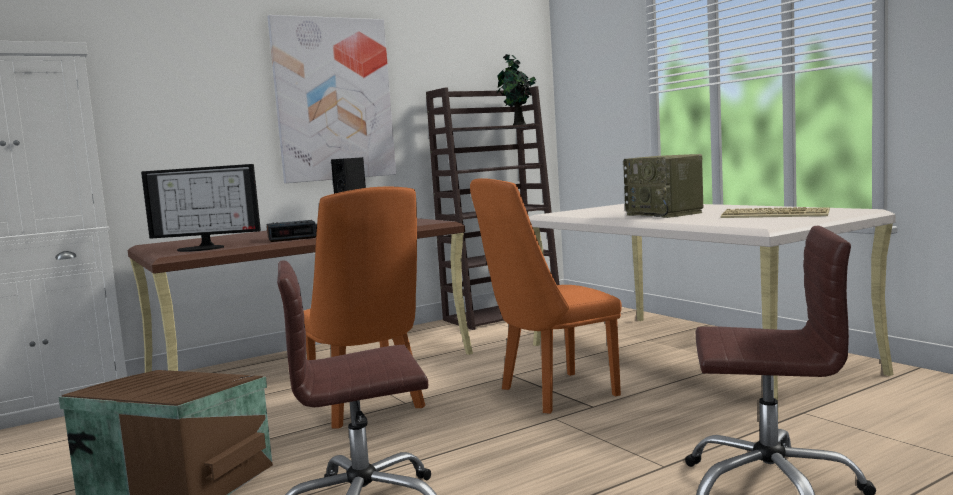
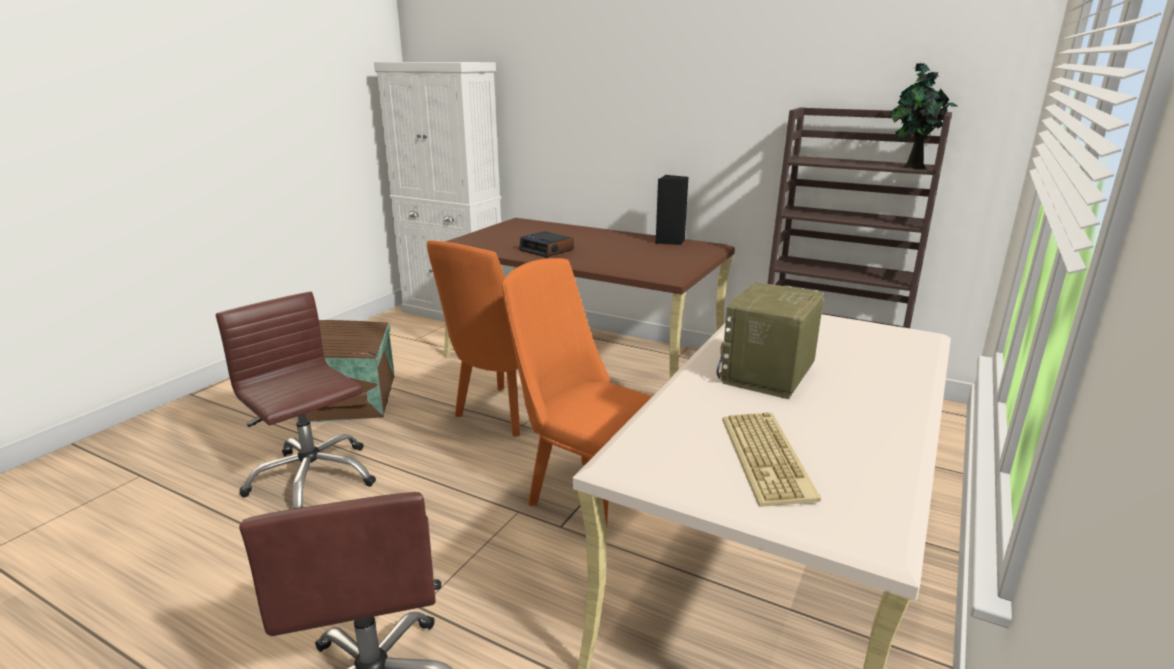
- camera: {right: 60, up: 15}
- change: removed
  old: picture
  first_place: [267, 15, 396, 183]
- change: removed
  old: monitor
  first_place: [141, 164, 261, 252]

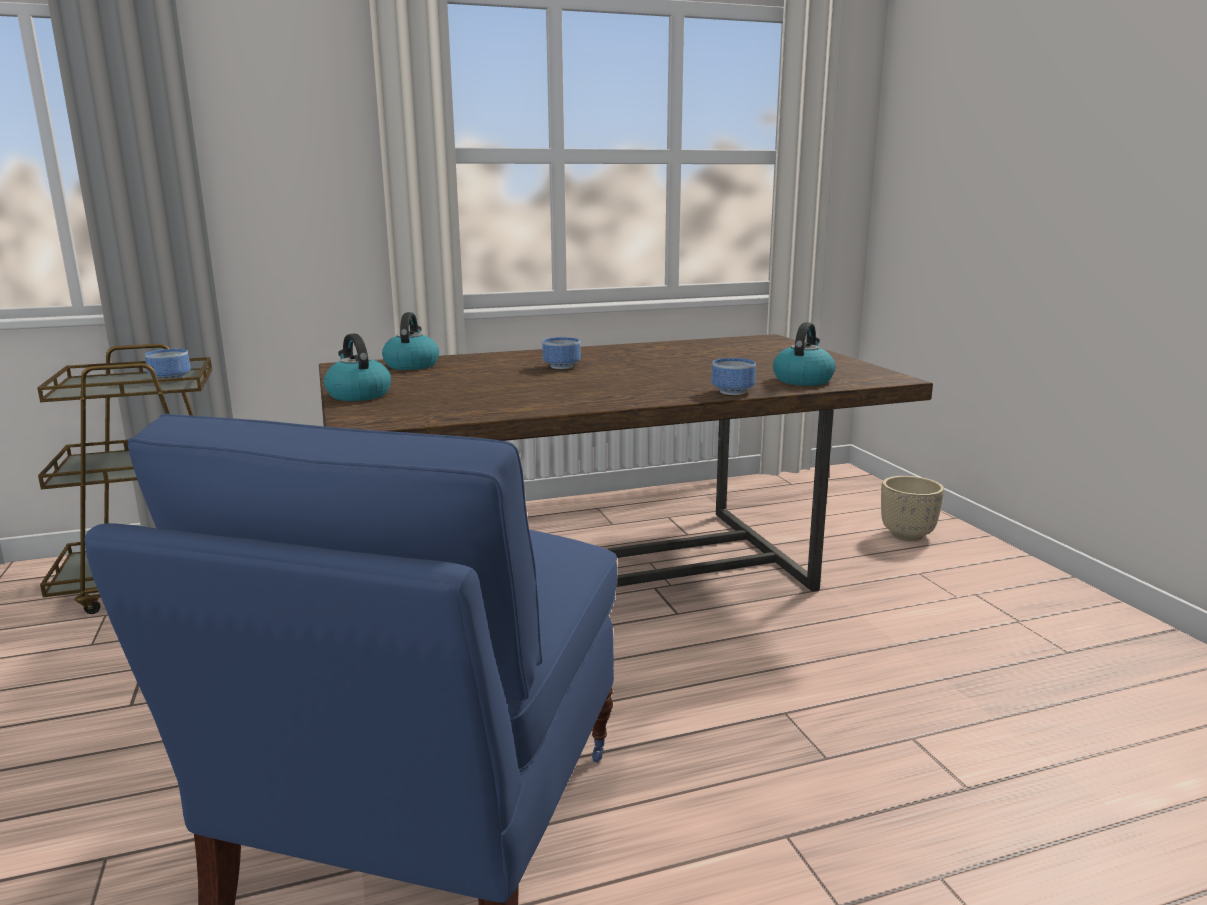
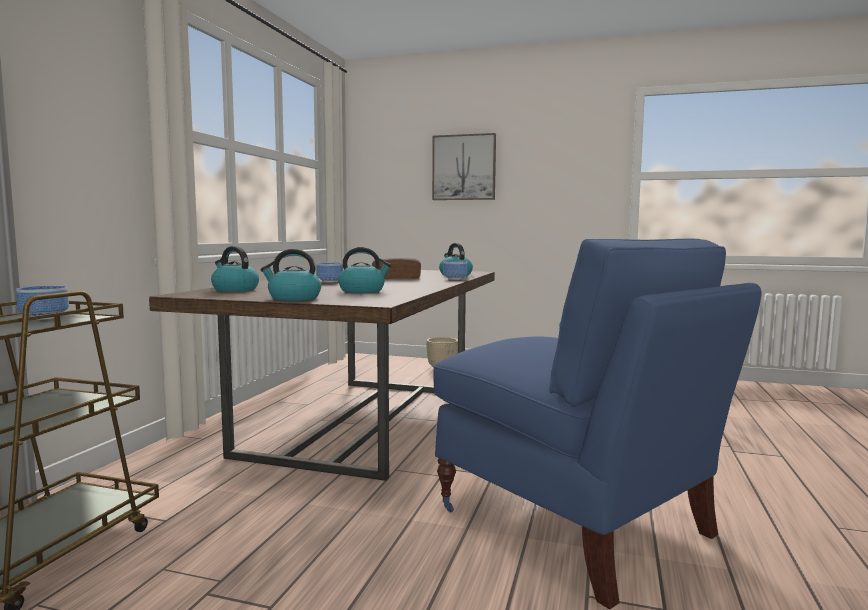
- camera: {right: -55, up: -10}
- change: added
  new: picture
  second_place: [432, 133, 496, 200]
- change: added
  new: kettle
  second_place: [338, 247, 391, 293]
- change: added
  new: bread
  second_place: [372, 257, 421, 279]

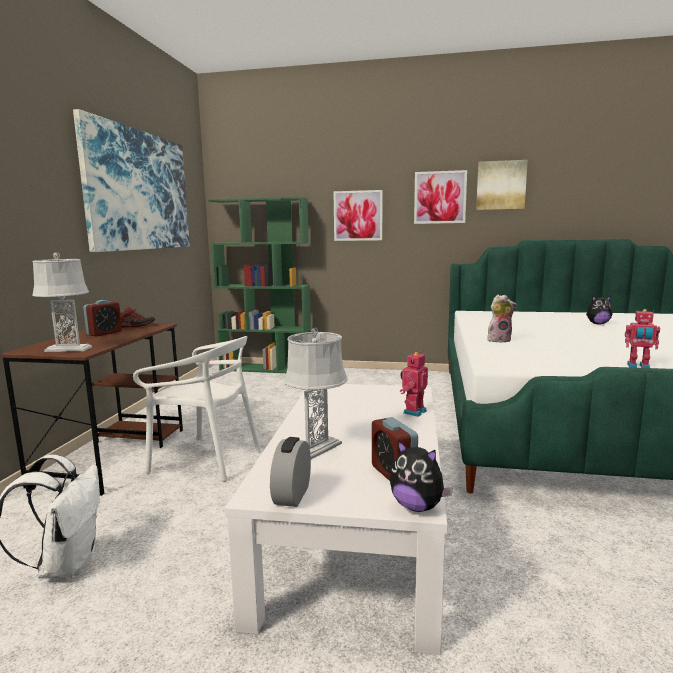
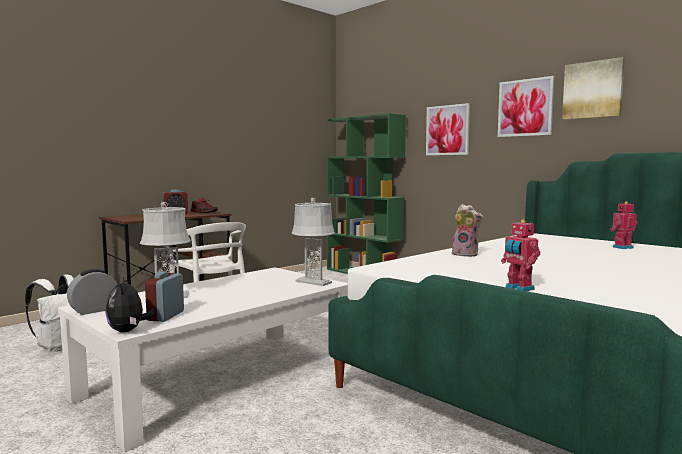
- camera: {right: 35, up: -5}
- change: removed
  old: picture
  first_place: [73, 109, 190, 252]
- change: moved
  old: table lamp (grey)
  first_place: [32, 253, 92, 352]
  second_place: [292, 198, 335, 286]
- change: removed
  old: plush toy
  first_place: [586, 295, 613, 325]
- change: moved
  old: toy robot
  first_place: [400, 352, 428, 417]
  second_place: [610, 201, 637, 249]

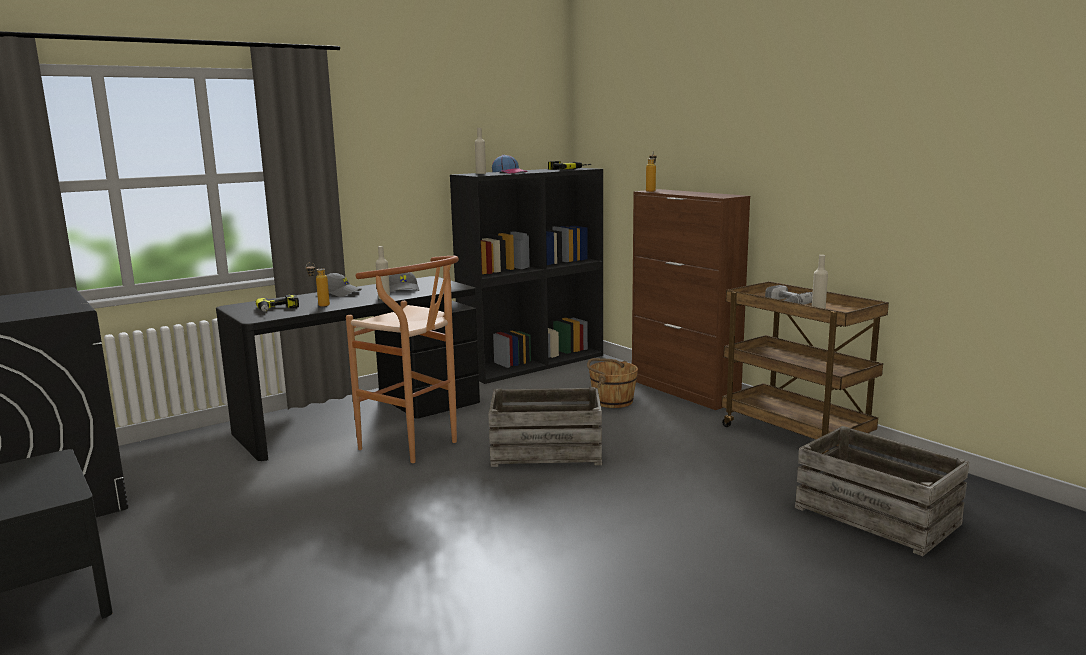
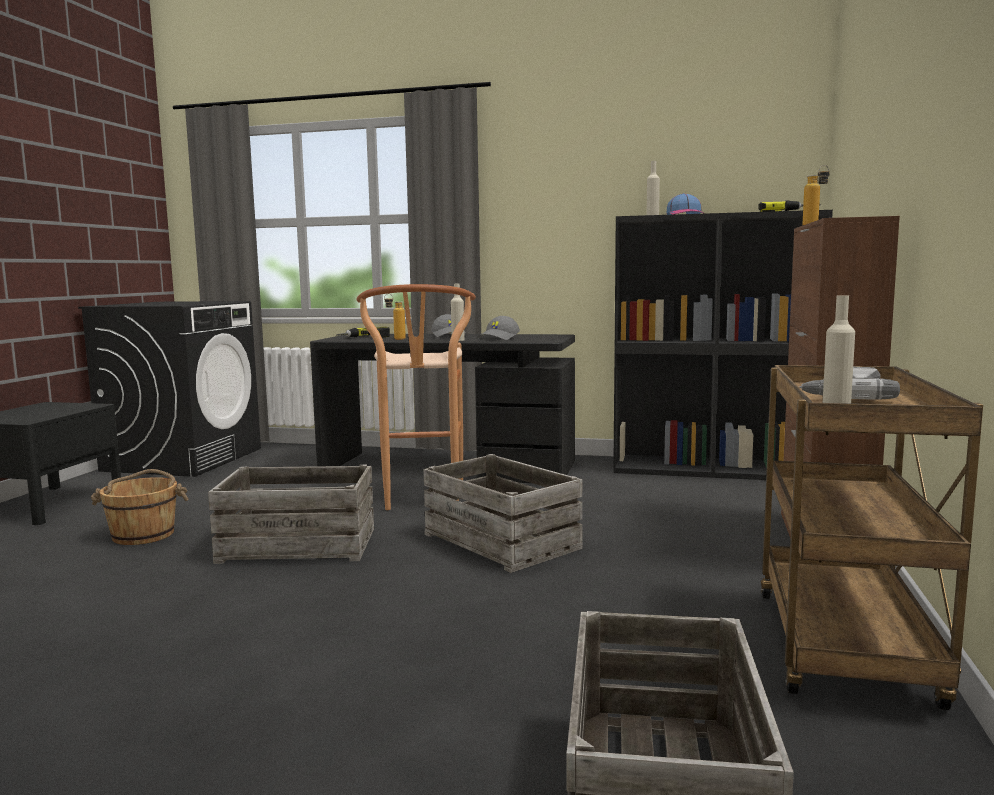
- camera: {right: 50, up: -5}
- change: moved
  old: bucket (brown)
  first_place: [587, 358, 638, 408]
  second_place: [91, 469, 189, 545]
- change: added
  new: crate
  second_place: [208, 465, 374, 564]

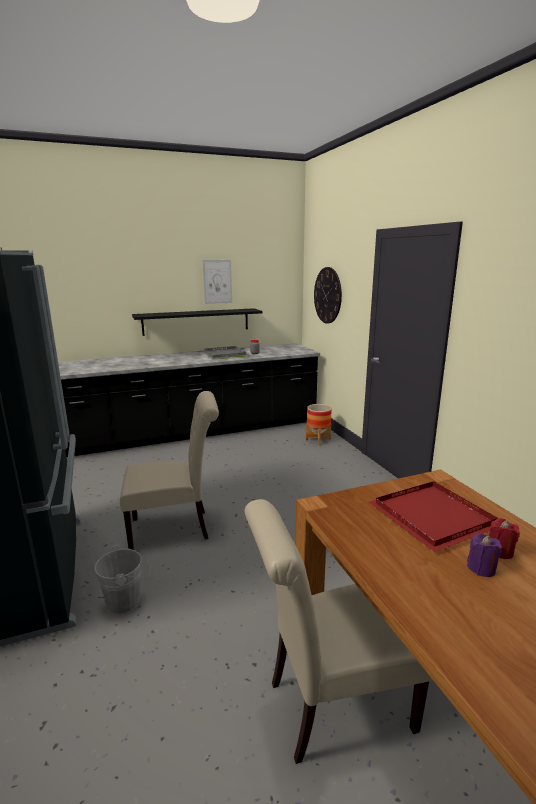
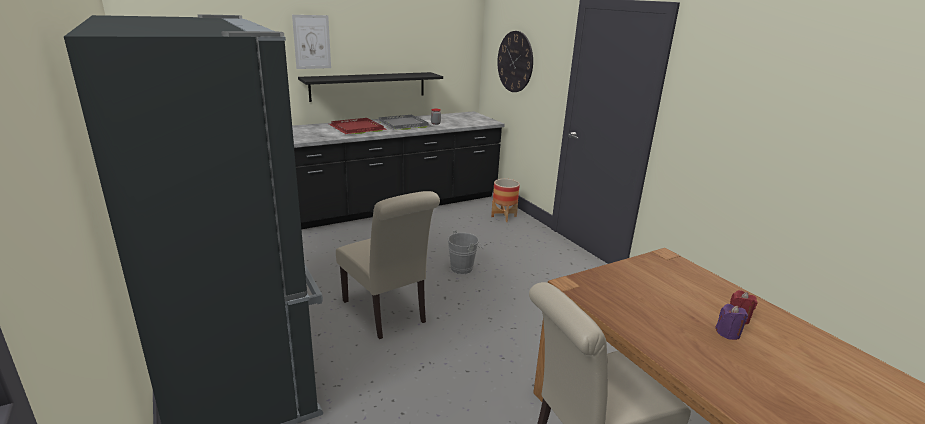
- camera: {right: -10, up: 5}
- change: moved
  old: picture
  first_place: [202, 260, 232, 304]
  second_place: [292, 15, 331, 69]
- change: turned
  old: chair (beige)
  first_place: [120, 391, 219, 550]
  second_place: [336, 191, 440, 339]
  degrees: 75
- change: moved
  old: tray (red)
  first_place: [369, 481, 498, 552]
  second_place: [329, 118, 386, 134]
- change: moved
  old: bucket (grey)
  first_place: [94, 545, 151, 614]
  second_place: [448, 230, 484, 274]

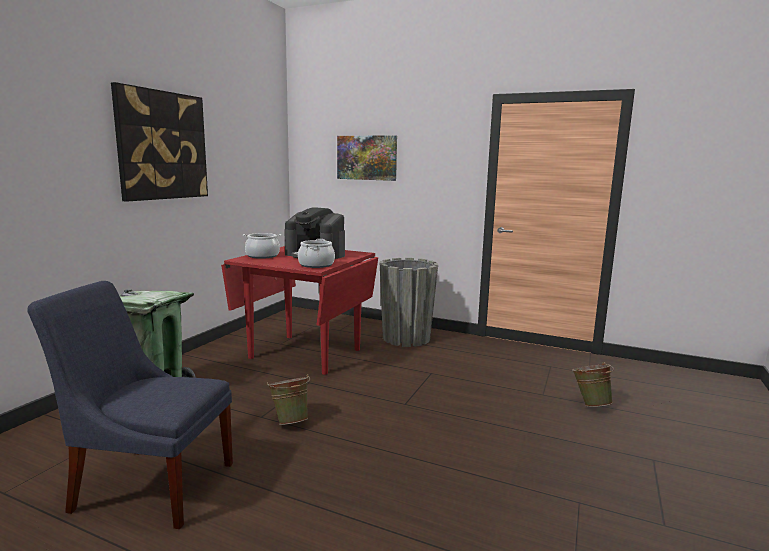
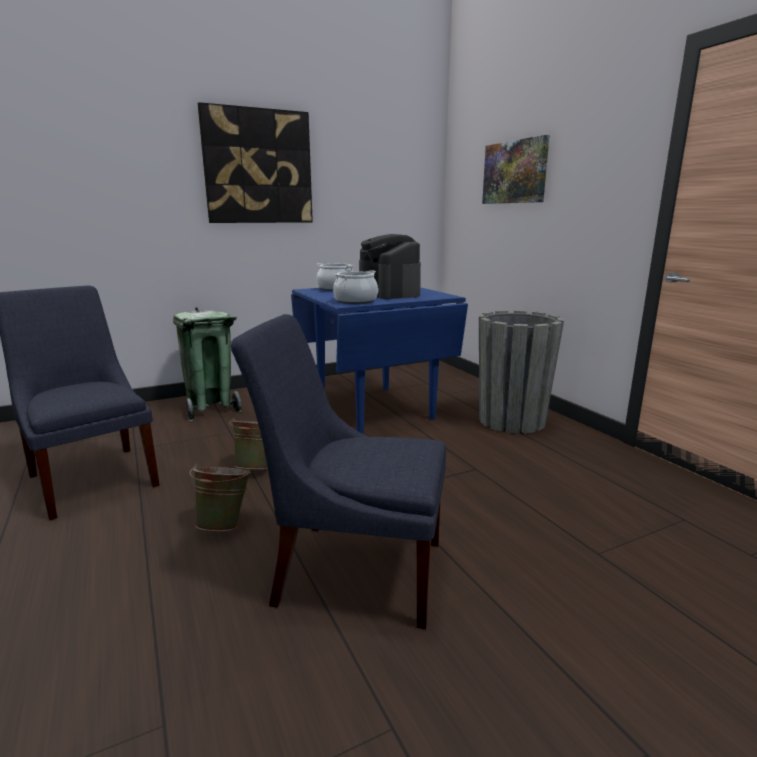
- camera: {right: 40, up: 5}
- change: recoloured
  old: dining table (red)
  new: dining table (blue)
  first_place: [221, 246, 378, 375]
  second_place: [291, 287, 468, 434]
- change: moved
  old: bucket (green)
  first_place: [572, 362, 614, 407]
  second_place: [190, 464, 251, 531]
- change: added
  new: chair (blue)
  second_place: [231, 314, 446, 629]

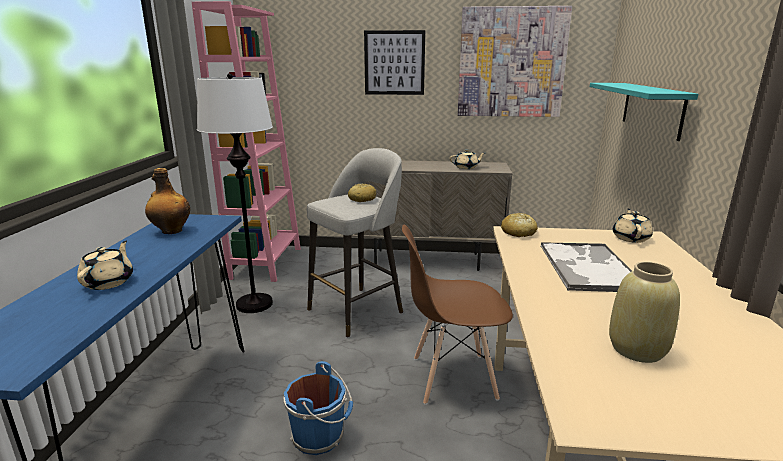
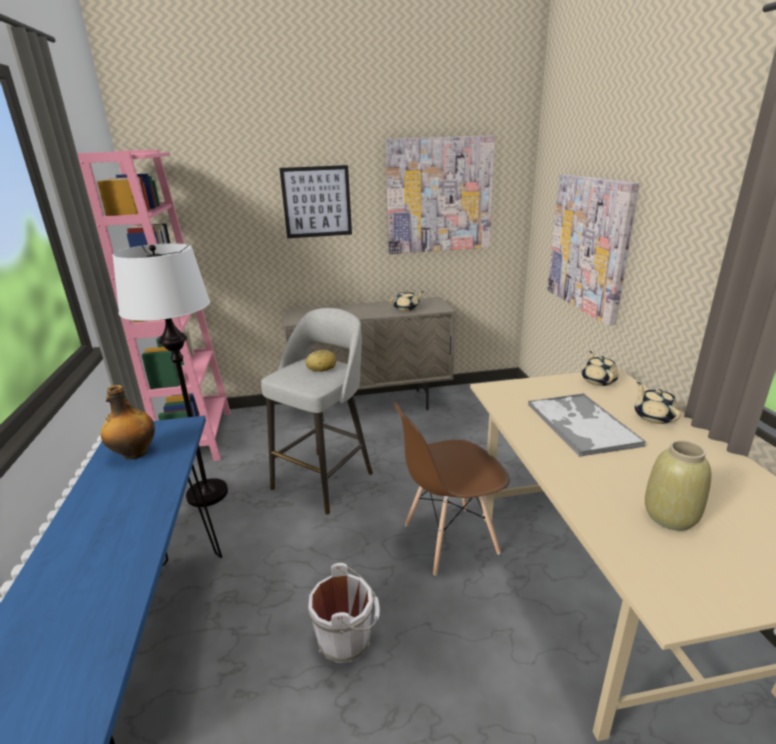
- camera: {right: -15, up: 5}
- change: replaced
  old: shelf (turquoise)
  new: picture
  first_place: [590, 83, 698, 141]
  second_place: [548, 174, 639, 326]
- change: removed
  old: bread
  first_place: [501, 213, 538, 237]
- change: moved
  old: teapot (beige)
  first_place: [77, 241, 133, 290]
  second_place: [635, 382, 681, 424]
- change: recoloured
  old: bucket (blue)
  new: bucket (white)
  first_place: [283, 361, 353, 455]
  second_place: [308, 563, 380, 663]

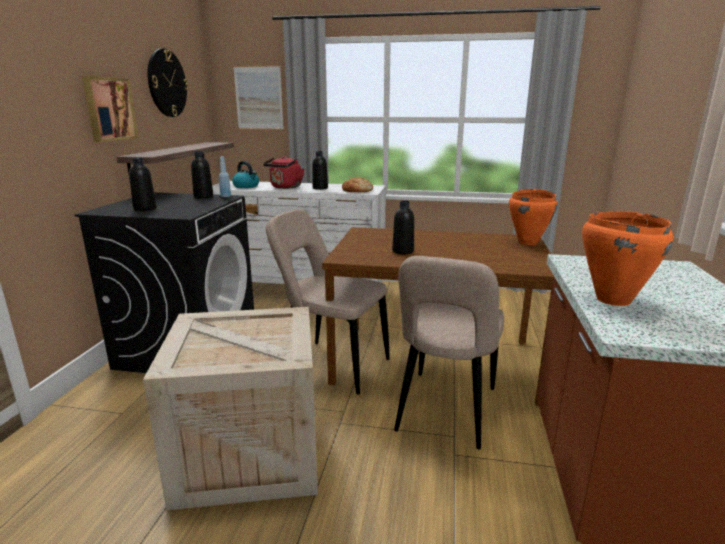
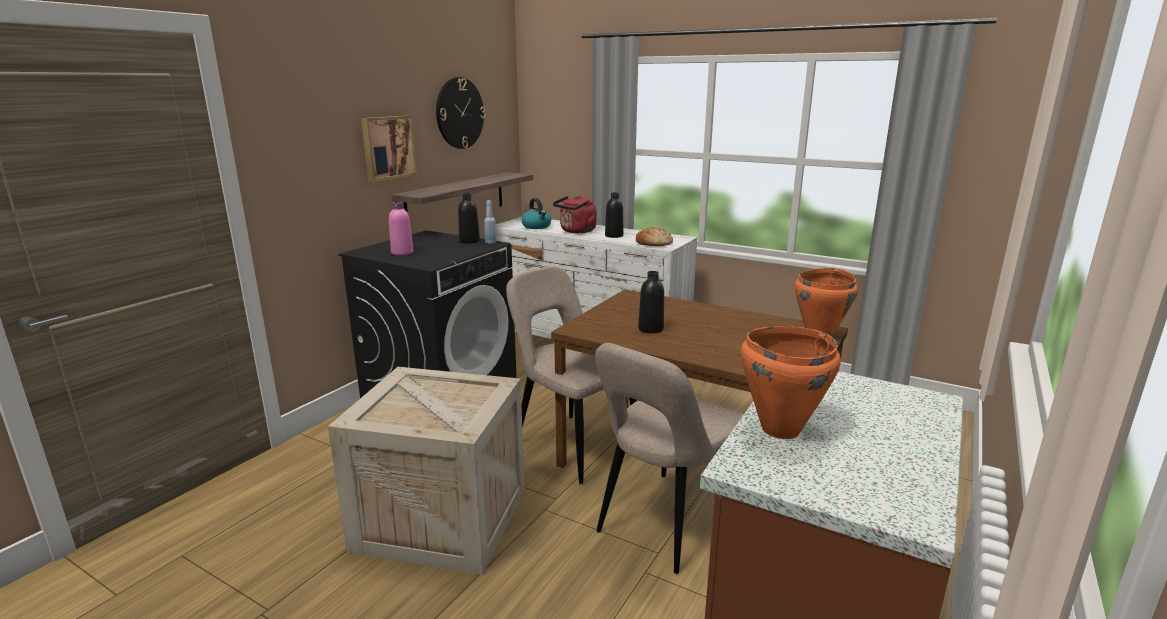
- camera: {right: 20, up: 0}
- change: removed
  old: picture
  first_place: [233, 65, 284, 130]
- change: recoloured
  old: bottle (black)
  new: bottle (pink)
  first_place: [129, 157, 157, 211]
  second_place: [389, 201, 414, 255]

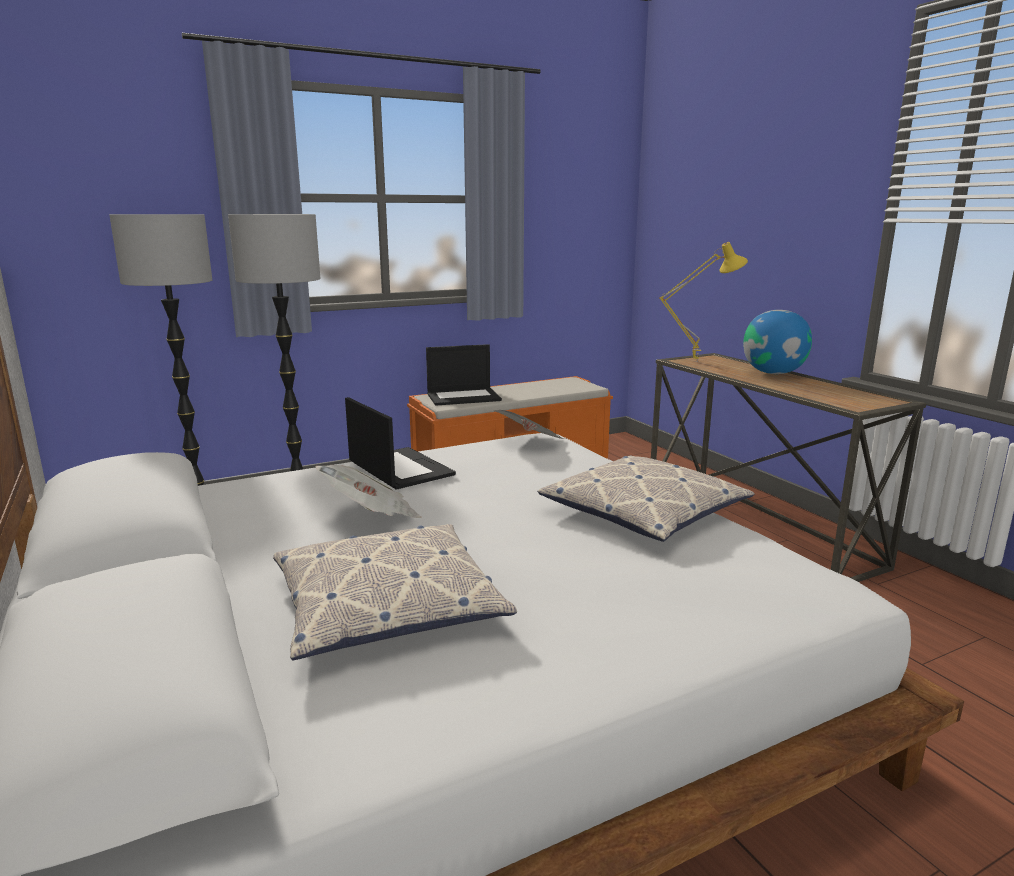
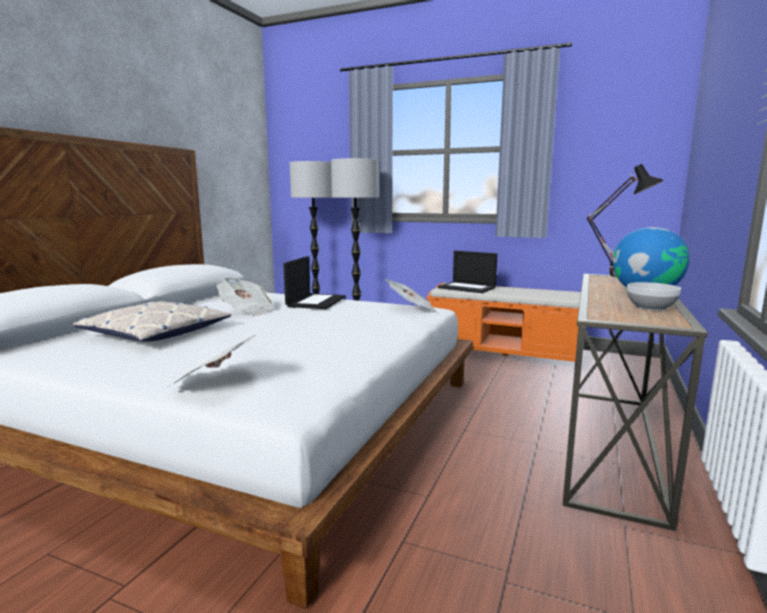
- camera: {right: 50, up: -5}
- change: recoloured
  old: table lamp (yellow)
  new: table lamp (black)
  first_place: [659, 242, 748, 362]
  second_place: [586, 164, 663, 279]
- change: removed
  old: pillow
  first_place: [537, 456, 755, 542]
- change: added
  new: bowl
  second_place: [627, 282, 681, 311]
- change: added
  new: newspaper
  second_place: [168, 335, 256, 387]

